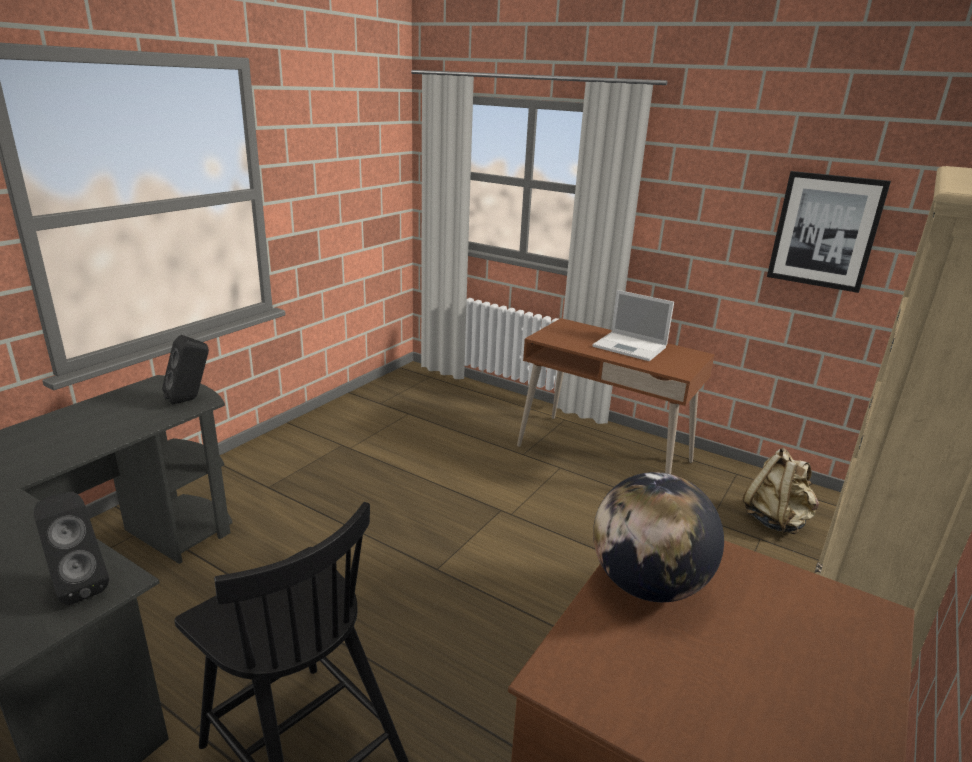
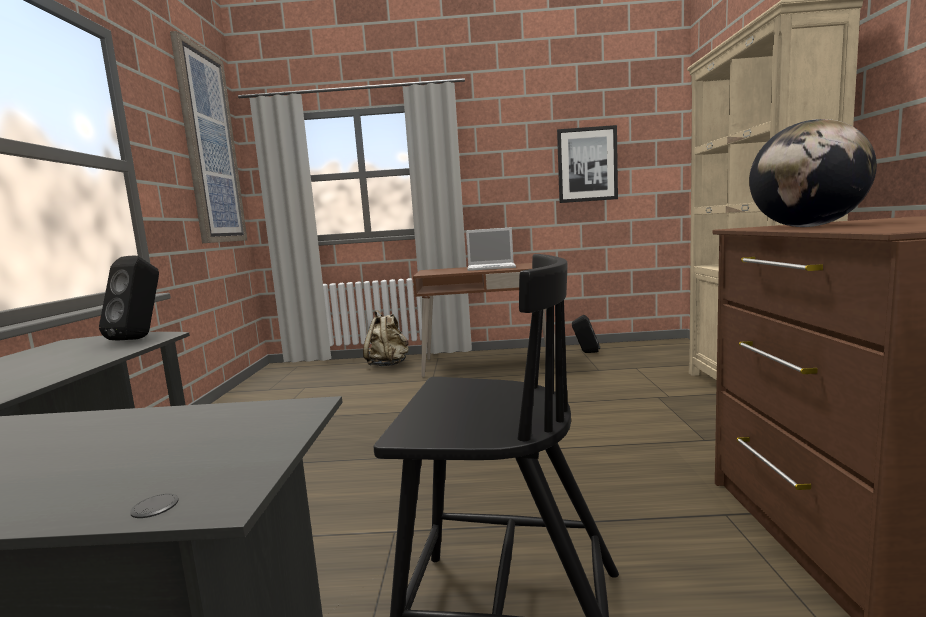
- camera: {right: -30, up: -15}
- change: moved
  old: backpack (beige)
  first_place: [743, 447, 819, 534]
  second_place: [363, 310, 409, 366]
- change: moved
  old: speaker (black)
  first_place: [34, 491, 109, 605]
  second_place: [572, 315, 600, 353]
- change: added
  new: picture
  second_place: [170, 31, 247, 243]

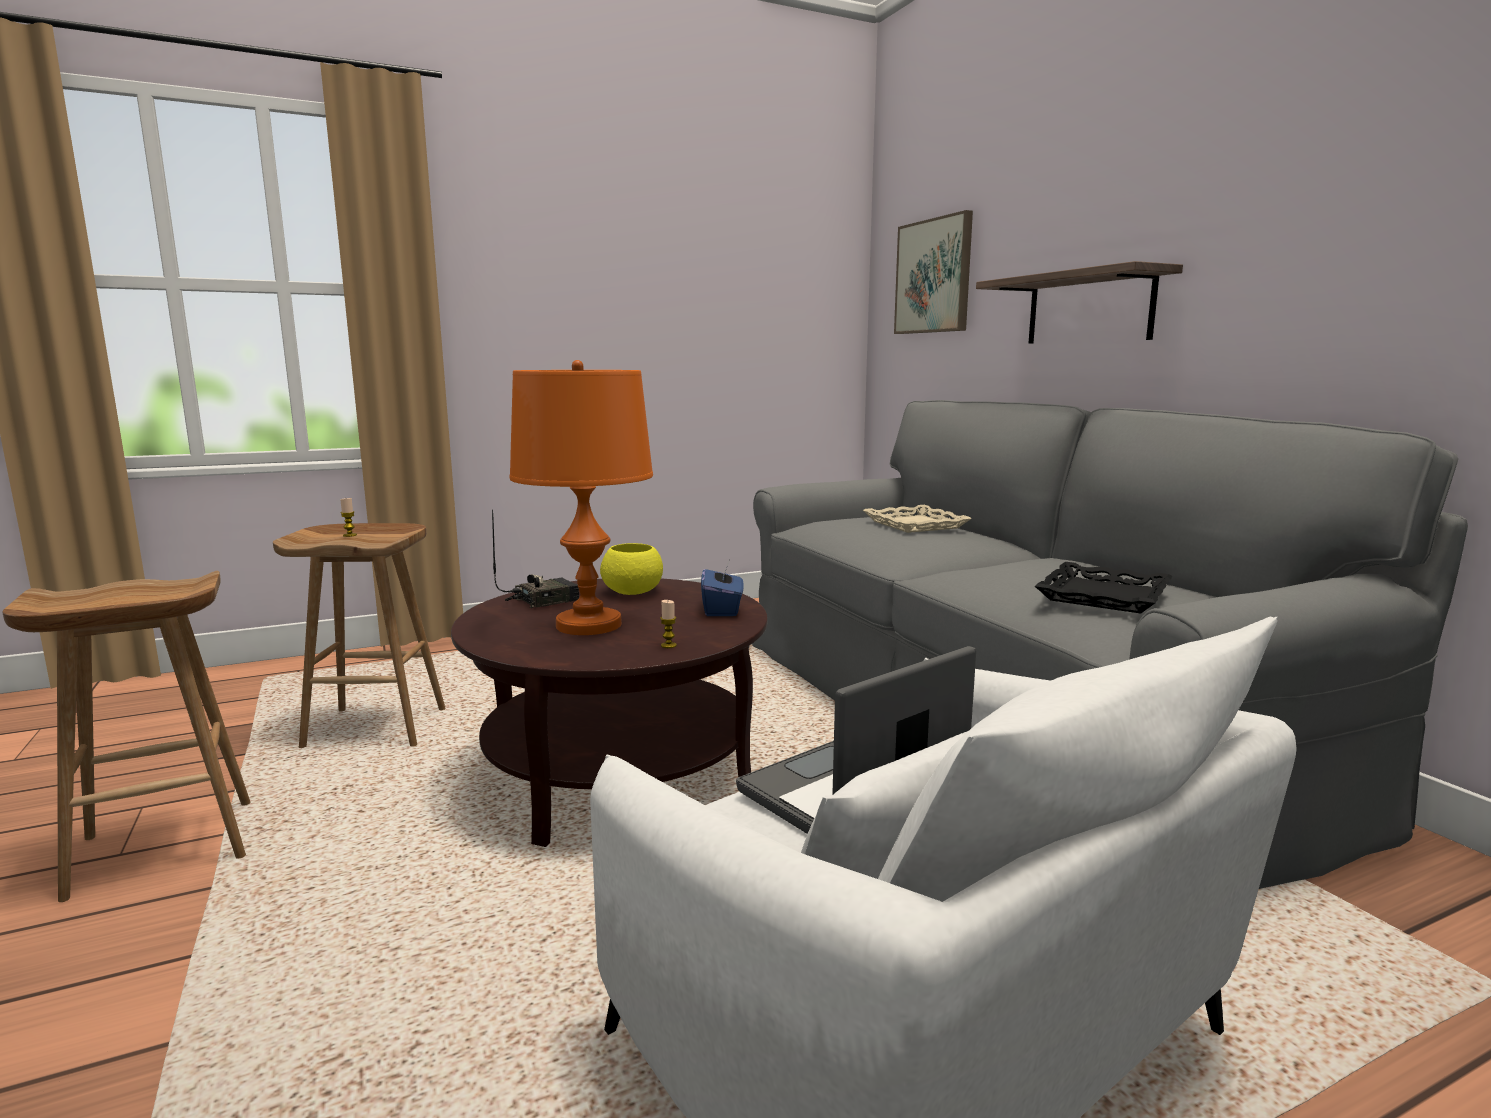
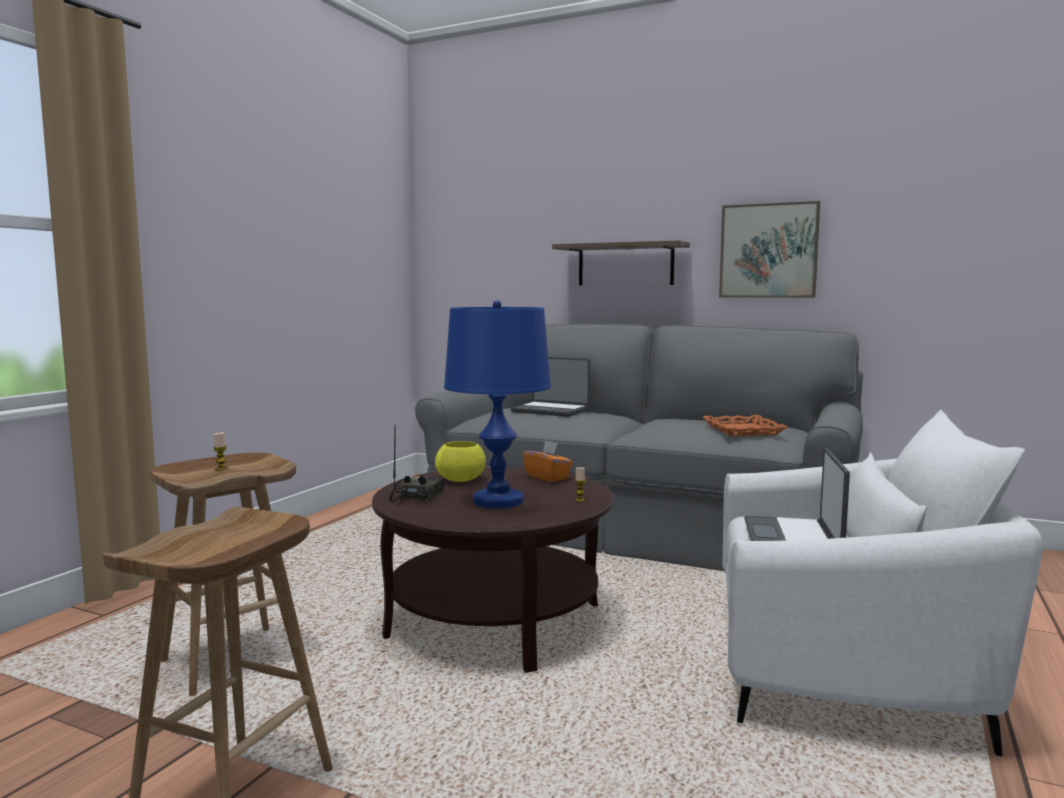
- camera: {right: -40, up: -5}
- change: moved
  old: picture
  first_place: [894, 210, 973, 334]
  second_place: [719, 201, 820, 298]
- change: recoloured
  old: table lamp (orange)
  new: table lamp (blue)
  first_place: [510, 360, 653, 635]
  second_place: [444, 300, 551, 509]
- change: replaced
  old: tray (beige)
  new: laptop
  first_place: [863, 505, 972, 533]
  second_place: [511, 357, 590, 417]
- change: recoloured
  old: tissue box (blue)
  new: tissue box (orange)
  first_place: [701, 562, 744, 616]
  second_place: [522, 440, 573, 482]
- change: recoloured
  old: tray (black)
  new: tray (orange)
  first_place: [1035, 562, 1172, 614]
  second_place: [703, 415, 787, 436]

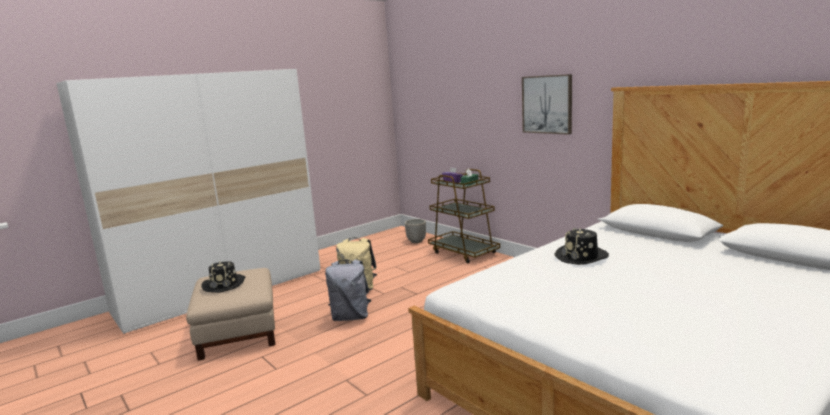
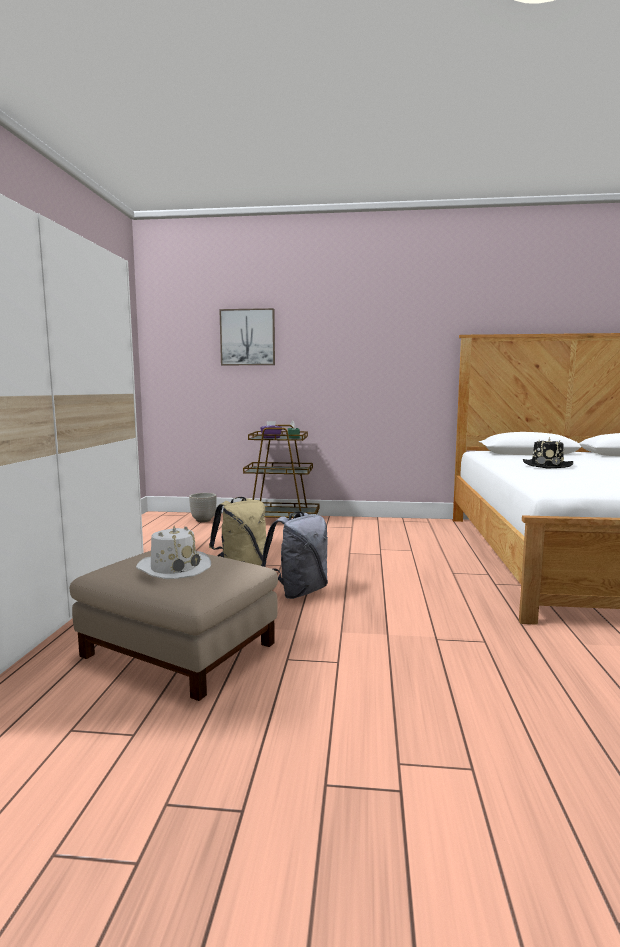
- camera: {right: -45, up: -5}
- change: moved
  old: picture
  first_place: [522, 74, 572, 135]
  second_place: [219, 308, 275, 365]
- change: recoloured
  old: hat (black)
  new: hat (white)
  first_place: [201, 261, 245, 293]
  second_place: [136, 526, 211, 579]

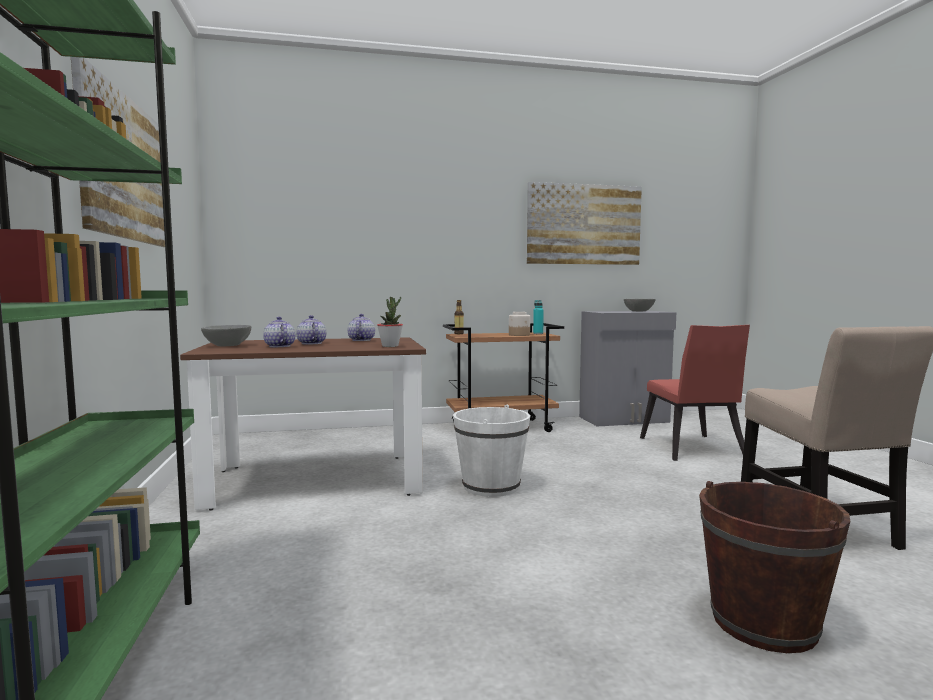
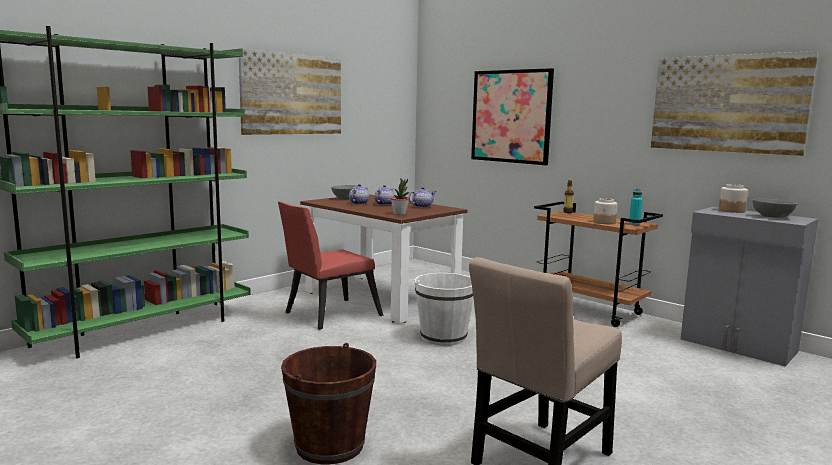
- camera: {right: 55, up: 5}
- change: moved
  old: chair (red)
  first_place: [640, 325, 750, 461]
  second_place: [278, 201, 384, 330]
- change: added
  new: picture
  second_place: [471, 68, 554, 165]
- change: added
  new: jar
  second_place: [719, 184, 748, 213]

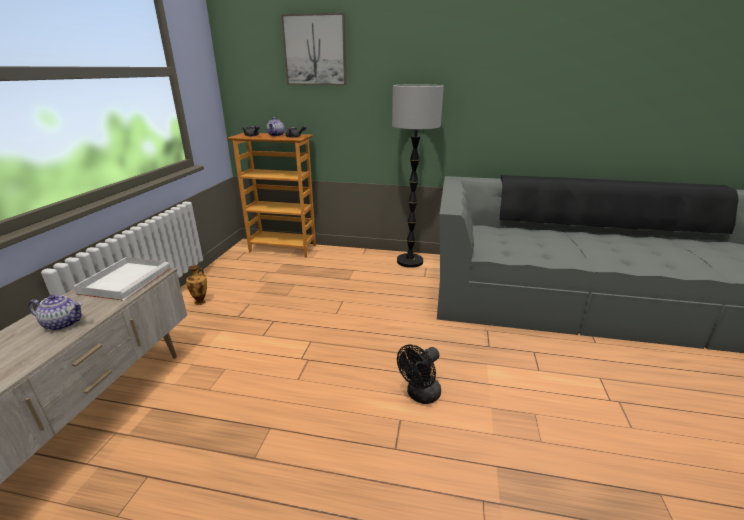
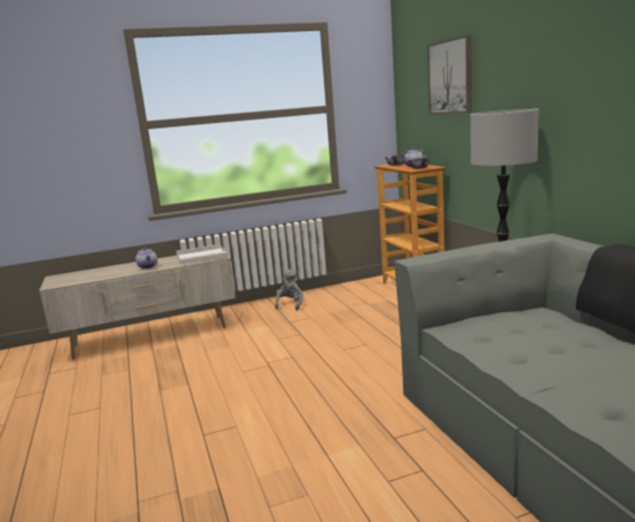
- camera: {right: 60, up: -10}
- change: replaced
  old: vase
  new: plush toy (grey)
  first_place: [186, 265, 207, 305]
  second_place: [275, 269, 303, 311]
- change: removed
  old: fan (black)
  first_place: [397, 345, 441, 404]

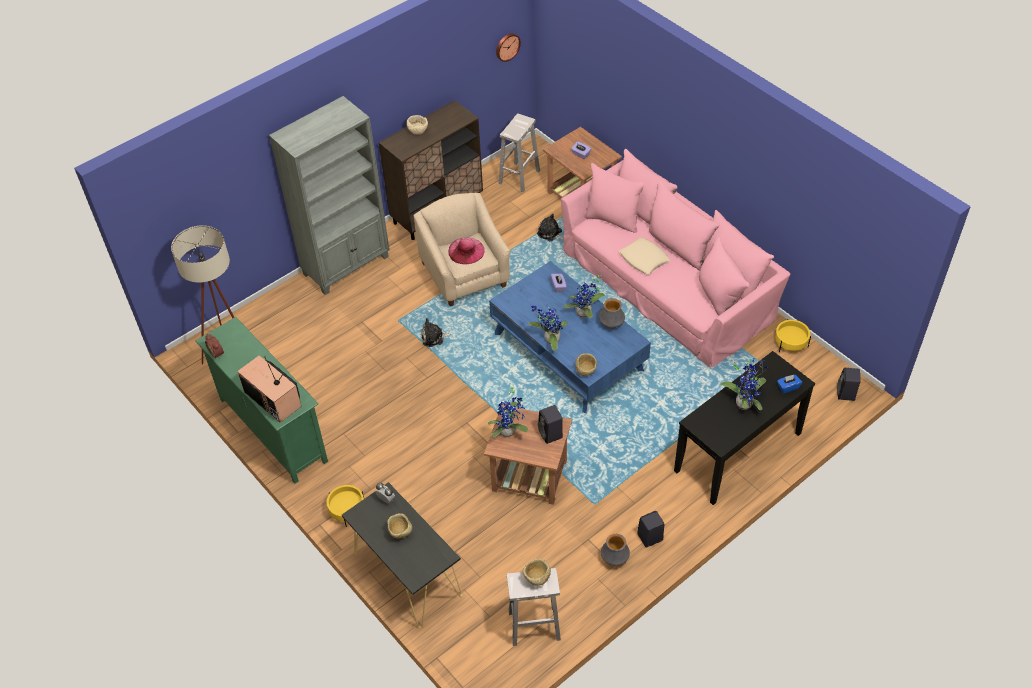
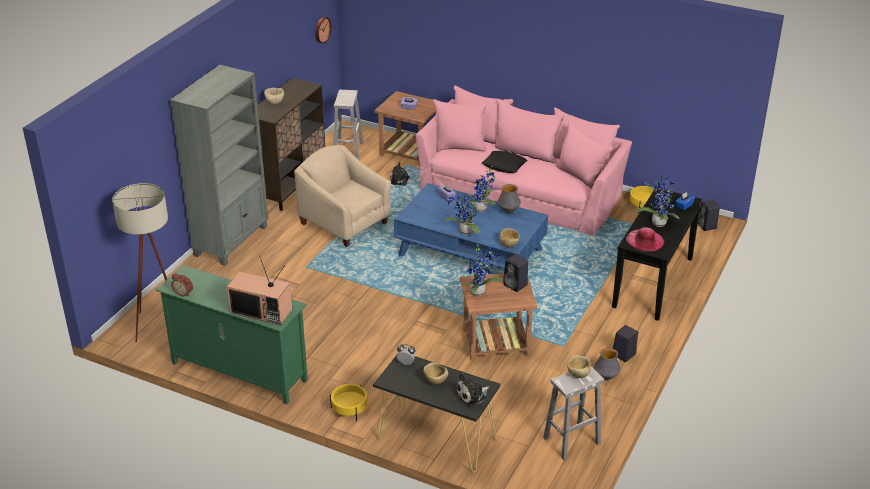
- camera: {right: -25, up: -15}
- change: moved
  old: hat (pink)
  first_place: [449, 237, 485, 265]
  second_place: [626, 227, 664, 252]
- change: recoloured
  old: pillow (beige)
  new: pillow (black)
  first_place: [619, 237, 670, 274]
  second_place: [482, 151, 527, 173]
- change: moved
  old: plush toy
  first_place: [422, 318, 451, 347]
  second_place: [455, 373, 489, 406]

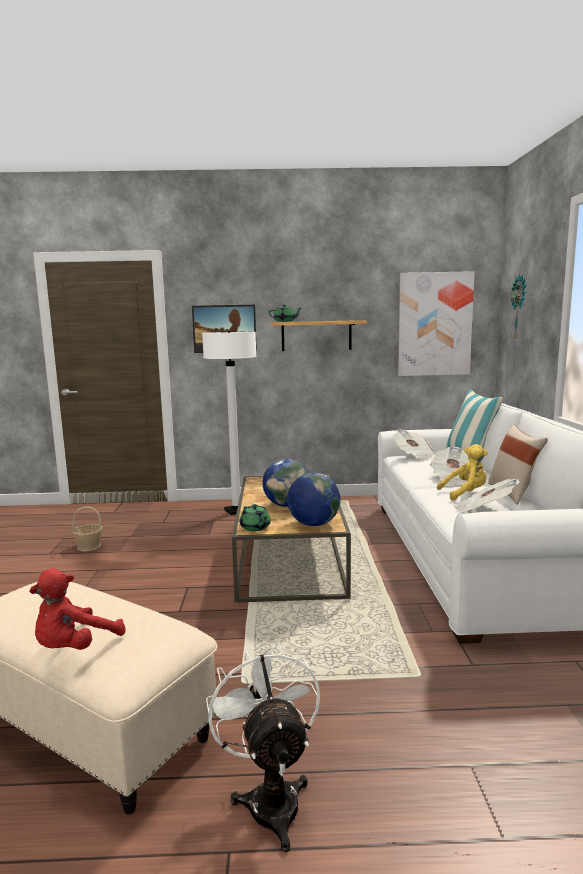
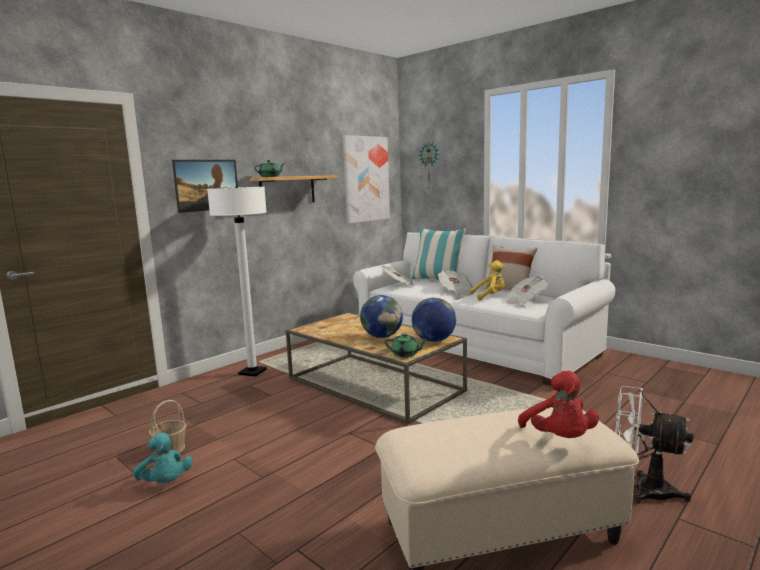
- camera: {right: -45, up: 0}
- change: turned
  old: plush toy (yellow)
  first_place: [437, 444, 488, 501]
  second_place: [470, 260, 505, 301]
  degrees: 45
- change: added
  new: plush toy (turquoise)
  second_place: [133, 433, 193, 483]

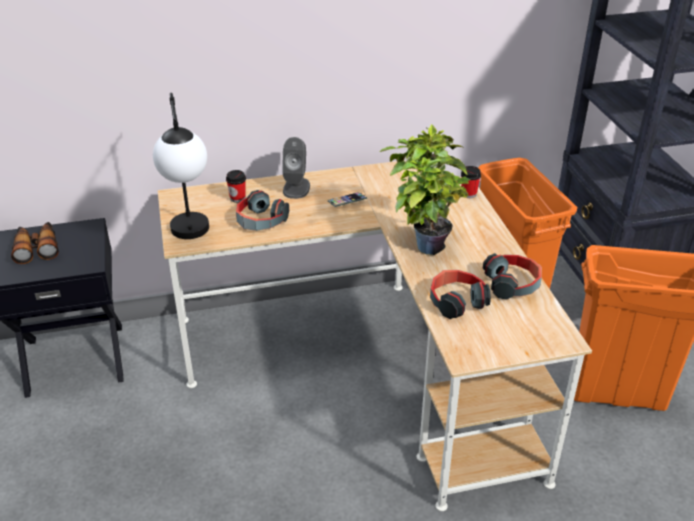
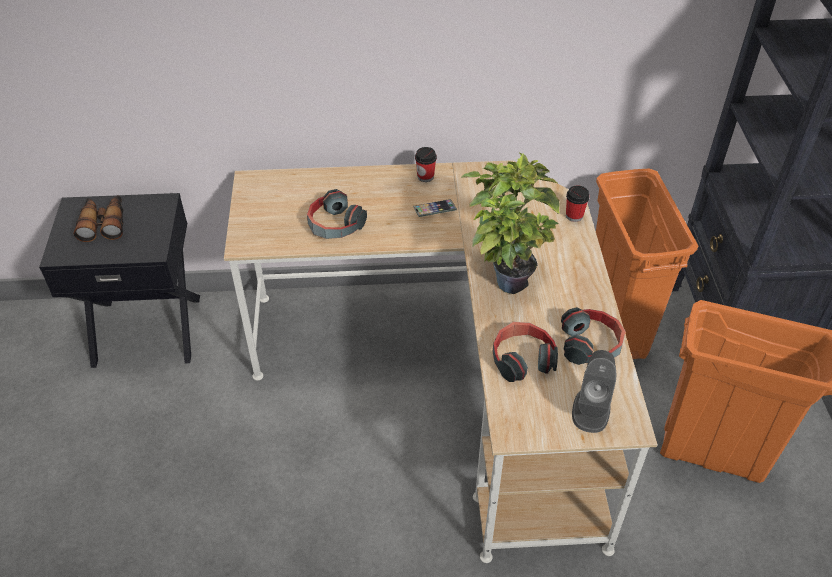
- camera: {right: 10, up: 10}
- change: removed
  old: table lamp
  first_place: [153, 93, 209, 239]
- change: moved
  old: speaker (grey)
  first_place: [282, 137, 310, 199]
  second_place: [572, 350, 616, 433]
- change: moved
  old: cup
  first_place: [226, 170, 246, 203]
  second_place: [415, 147, 437, 182]

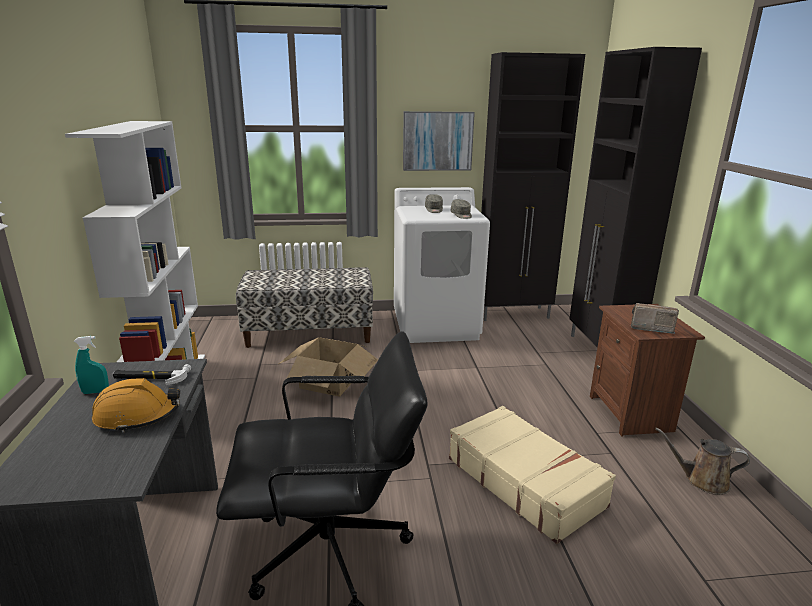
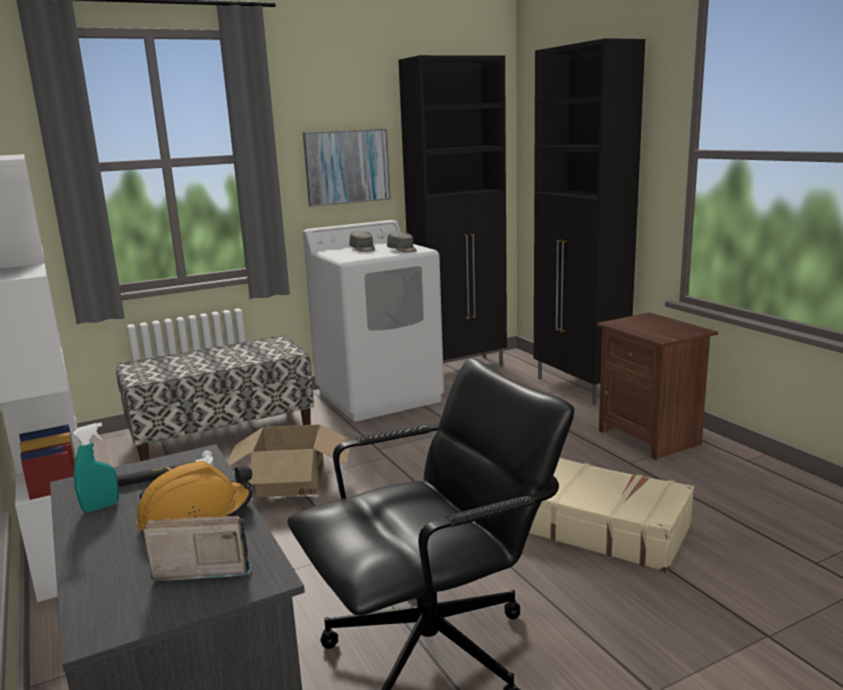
- camera: {right: -20, up: -5}
- change: moved
  old: radio
  first_place: [631, 303, 679, 334]
  second_place: [143, 516, 252, 581]
- change: removed
  old: watering can (brown)
  first_place: [655, 427, 750, 495]

